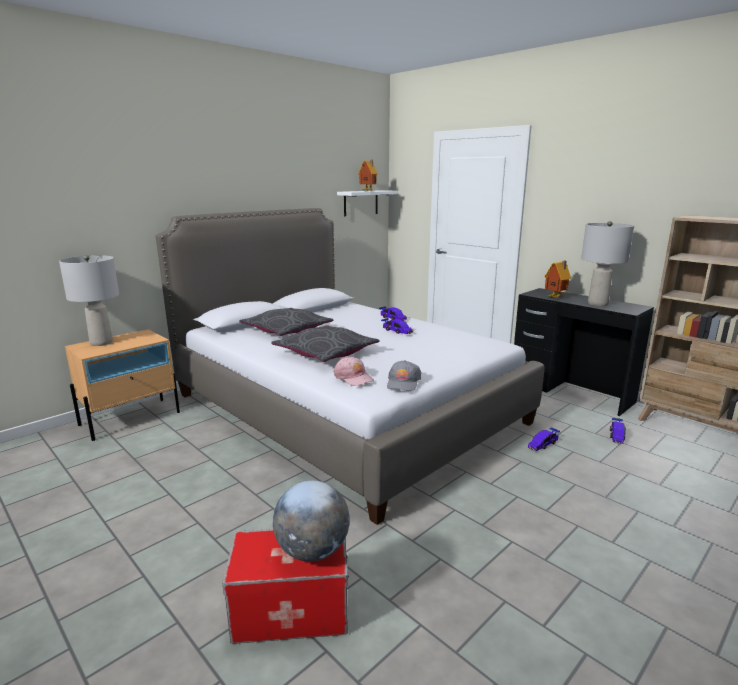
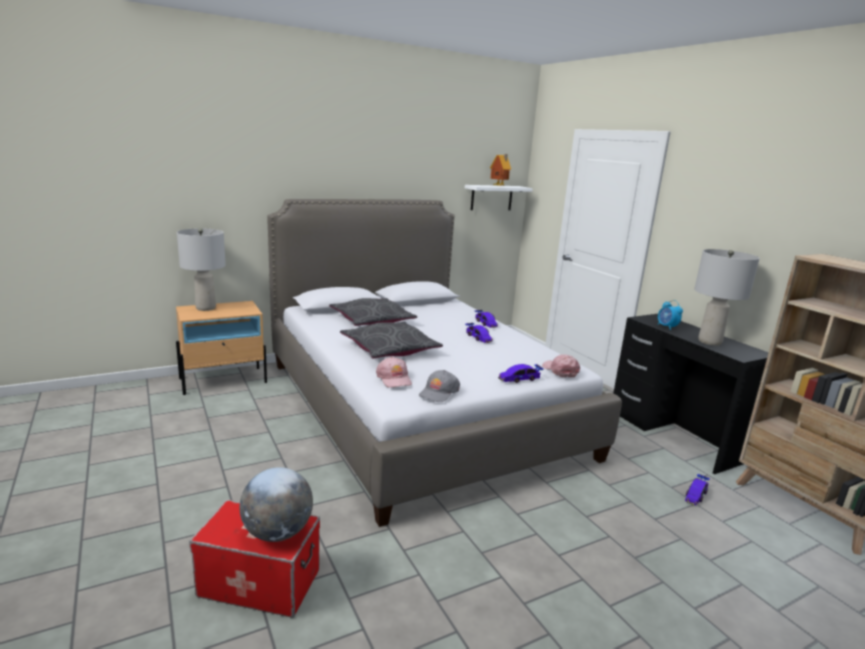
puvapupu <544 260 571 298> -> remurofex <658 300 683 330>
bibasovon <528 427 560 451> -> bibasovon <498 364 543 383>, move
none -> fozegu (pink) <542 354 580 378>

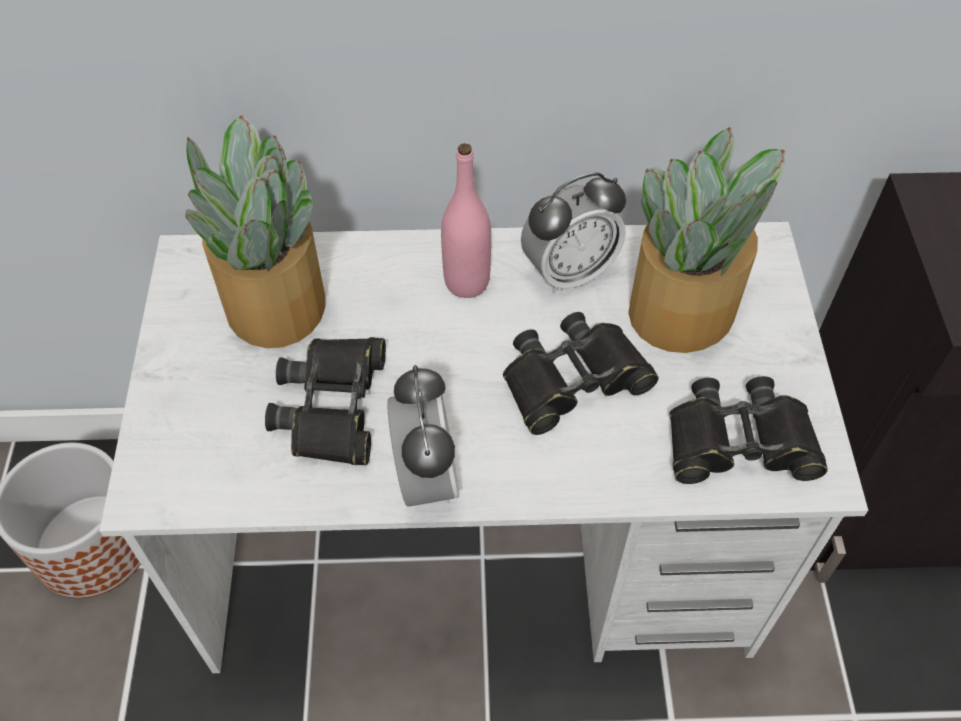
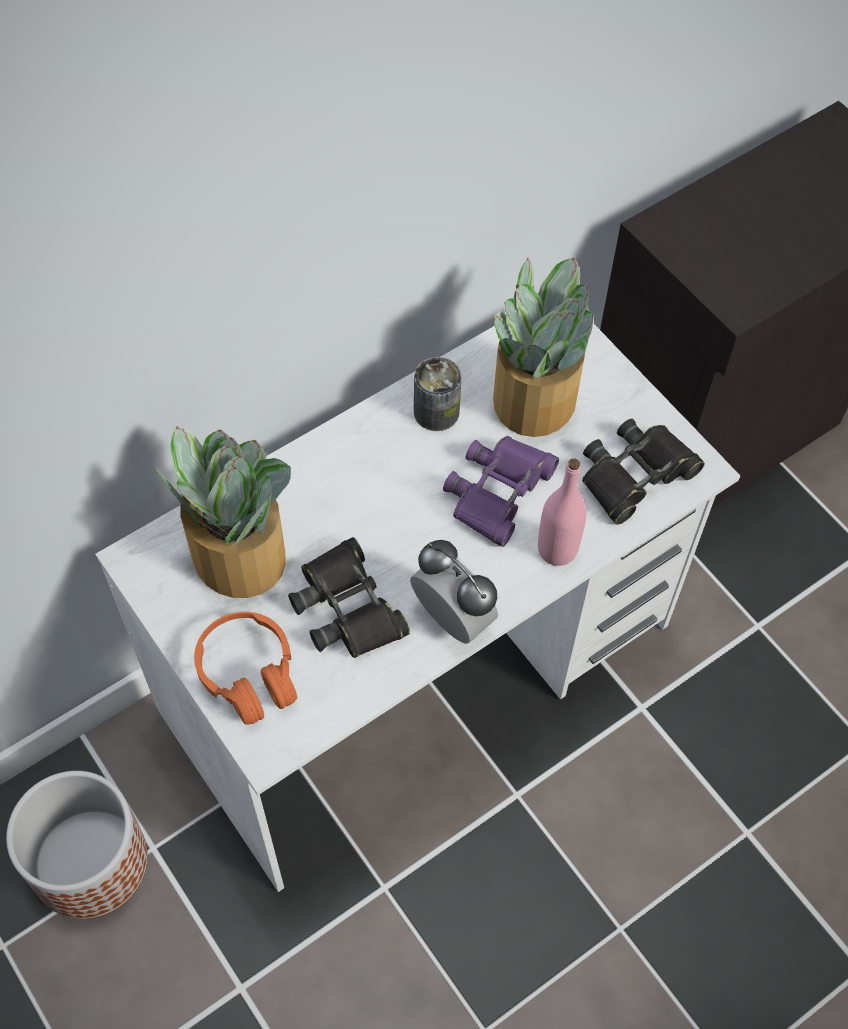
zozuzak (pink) <441 143 491 298> -> zozuzak (pink) <538 458 586 566>, move
remurofex <521 172 626 294> -> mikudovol <414 357 462 431>
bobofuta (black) <503 312 659 435> -> bobofuta (purple) <443 436 559 547>
none -> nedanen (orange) <194 612 297 725>

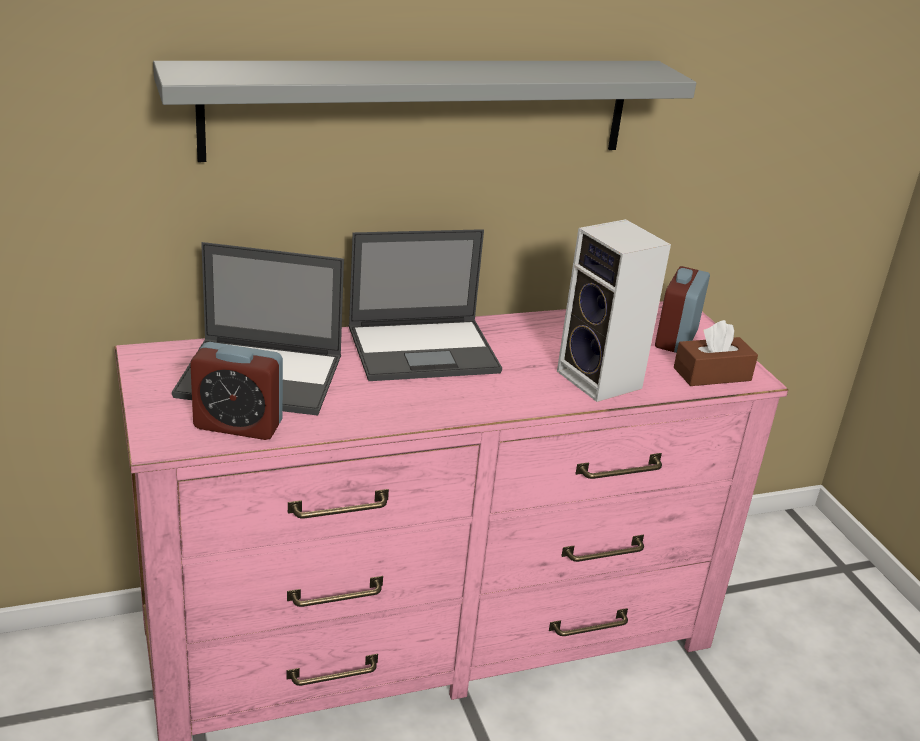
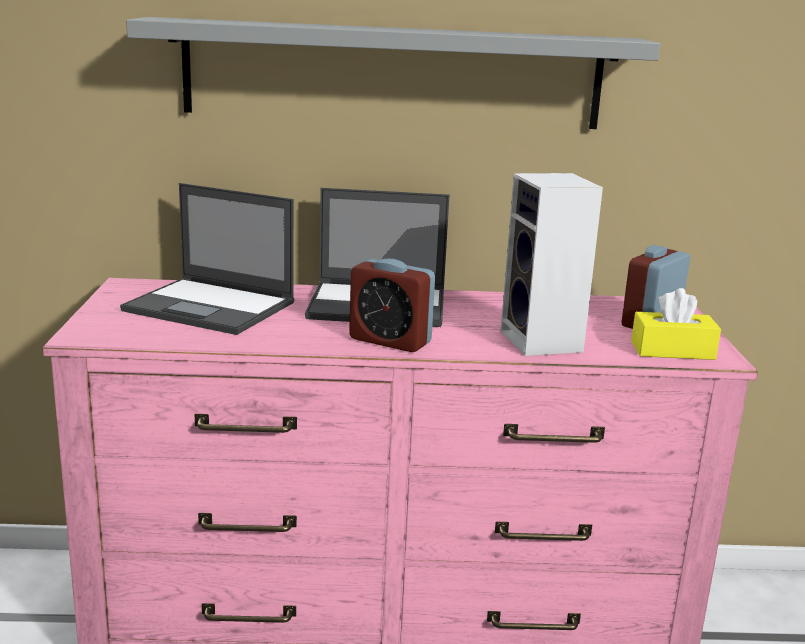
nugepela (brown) <673 320 758 386> -> nugepela (yellow) <631 288 721 360>
remurofex <190 342 283 440> -> remurofex <349 259 435 352>, move

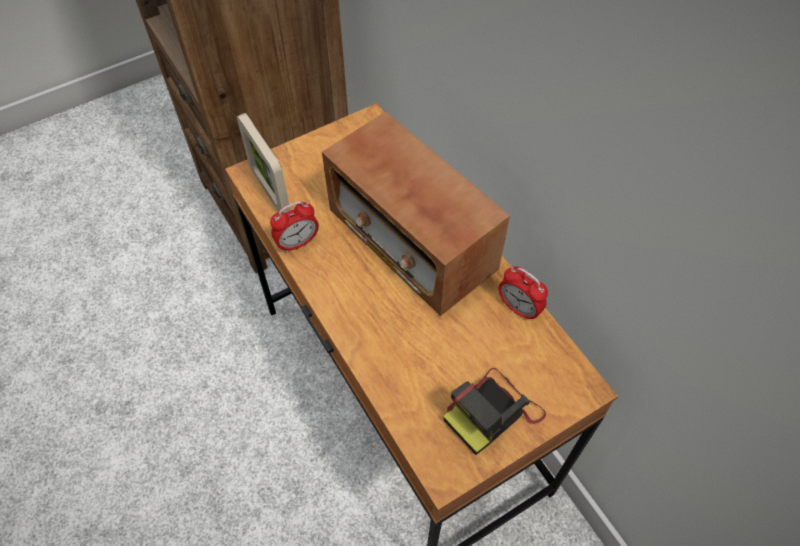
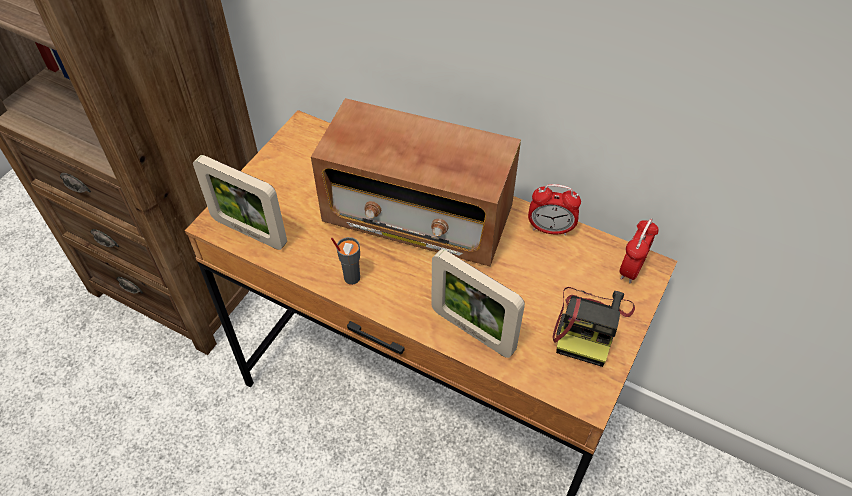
remurofex <270 201 319 253> -> remurofex <619 218 659 283>, move
none -> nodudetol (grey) <331 237 360 285>
none -> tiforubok <431 249 525 358>

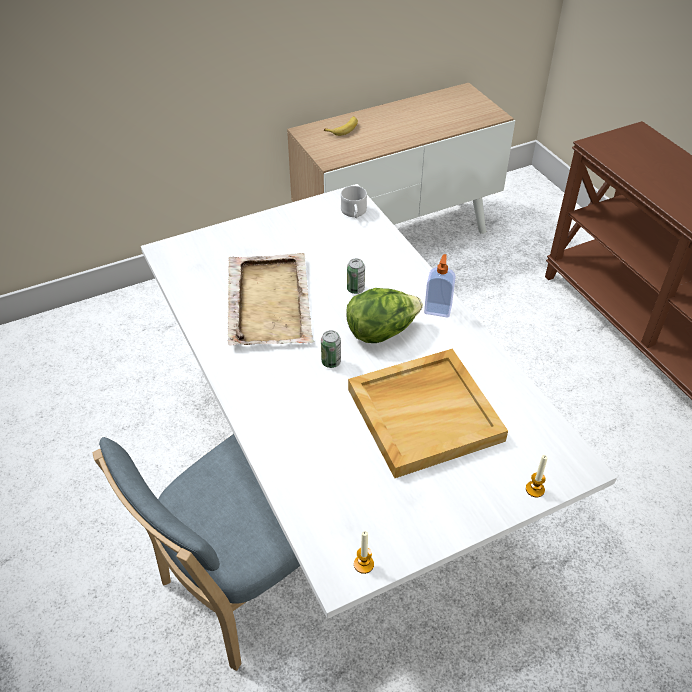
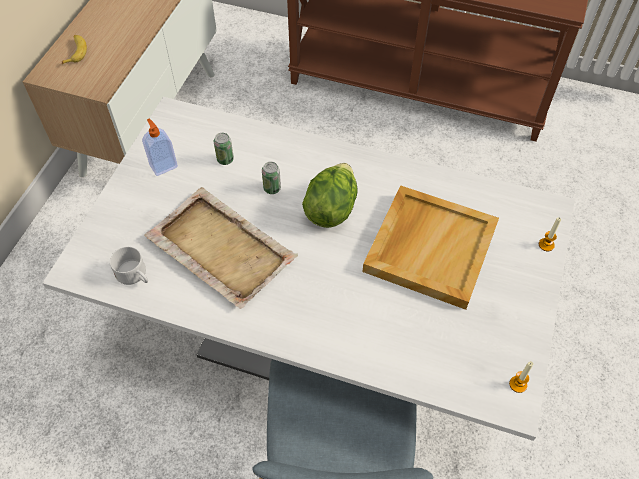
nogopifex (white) <341 186 367 218> -> nogopifex (white) <110 247 148 285>, move
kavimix <424 254 456 318> -> kavimix <142 119 178 176>, move
mikudovol <321 330 341 368> -> mikudovol <214 133 234 165>, move

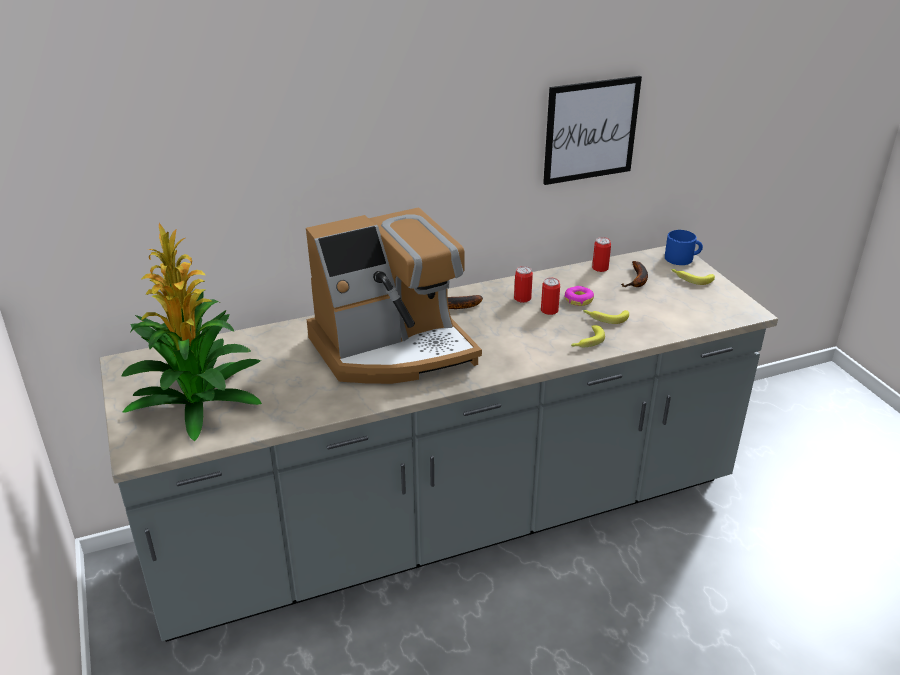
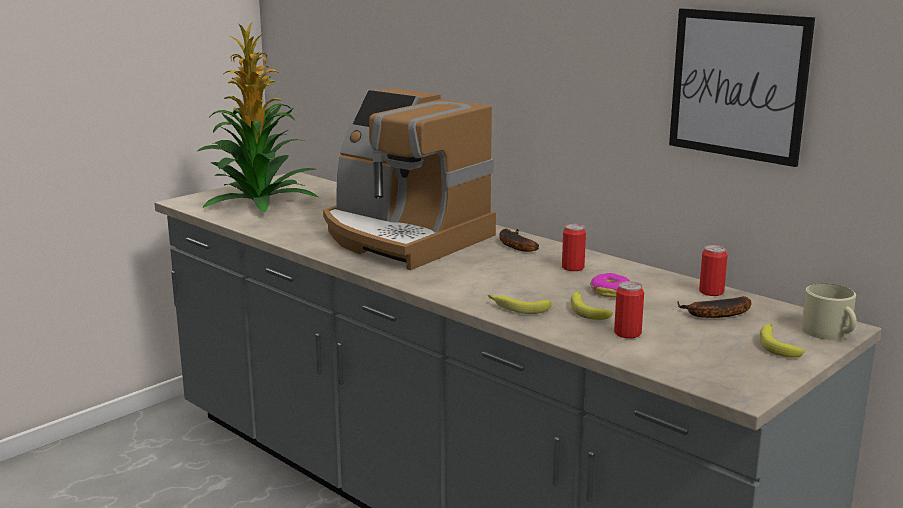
nogopifex (blue) <665 230 703 265> -> nogopifex (beige) <802 283 857 340>
mikudovol <541 278 560 315> -> mikudovol <614 281 644 338>, move

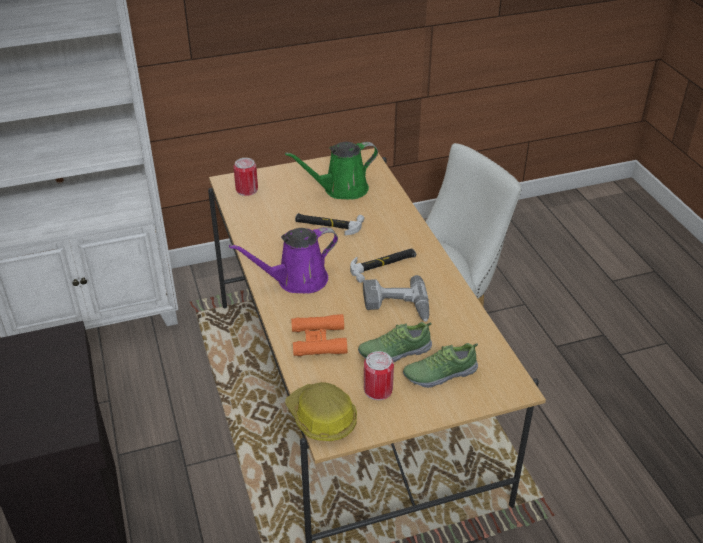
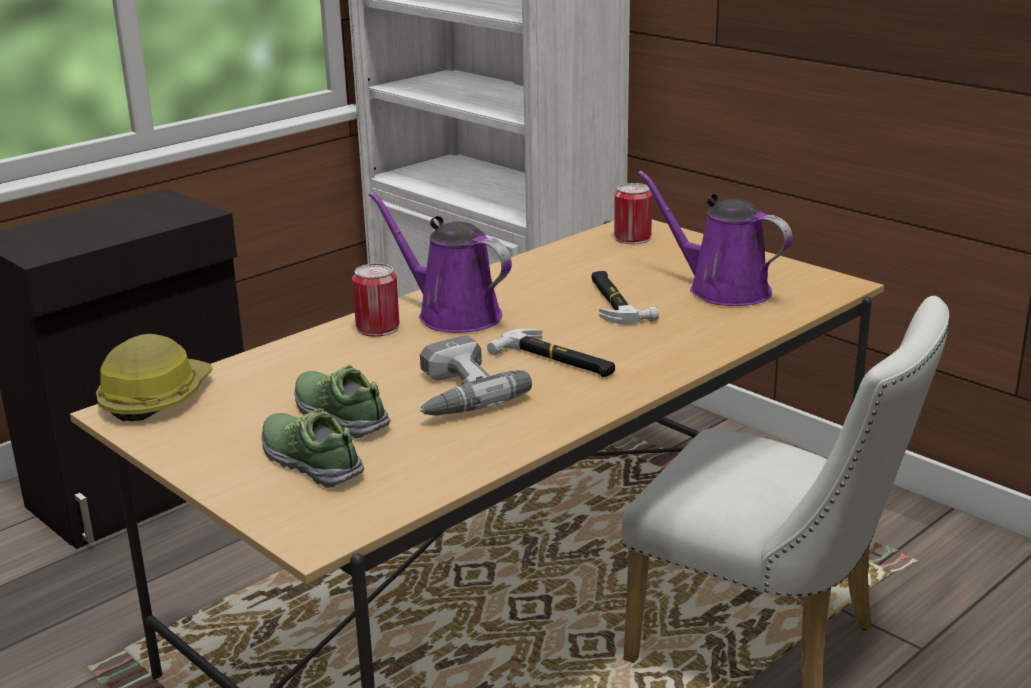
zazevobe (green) <285 142 378 200> -> zazevobe (purple) <638 171 793 306>
bobofuta (orange) <291 314 347 356> -> none
mikudovol <364 351 394 400> -> mikudovol <352 263 400 337>, move

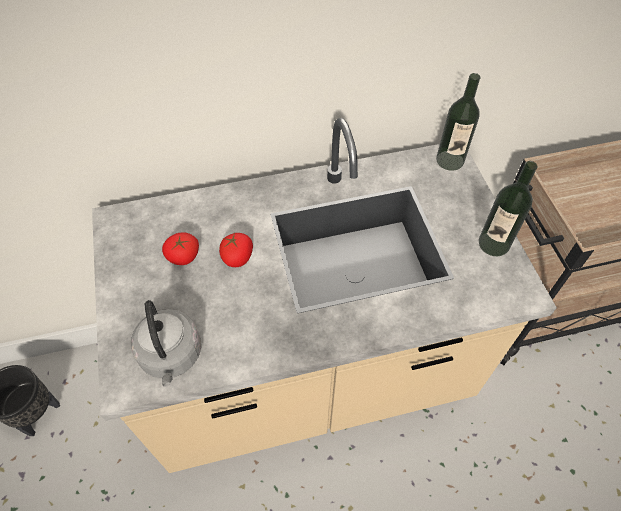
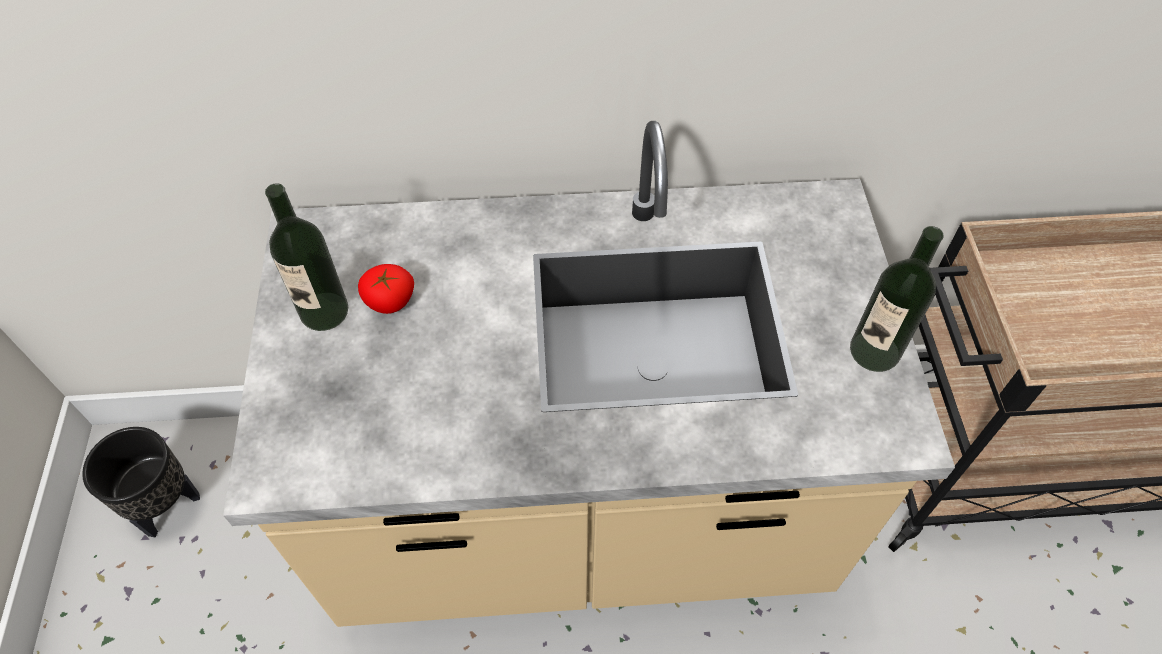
zozuzak <436 73 481 171> -> zozuzak <265 183 348 331>, move
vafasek <219 233 253 267> -> none
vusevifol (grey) <131 300 201 387> -> none

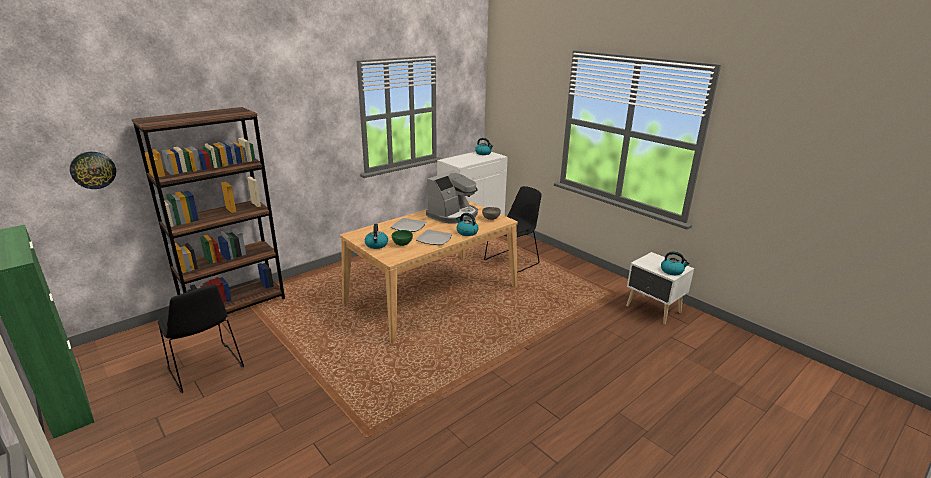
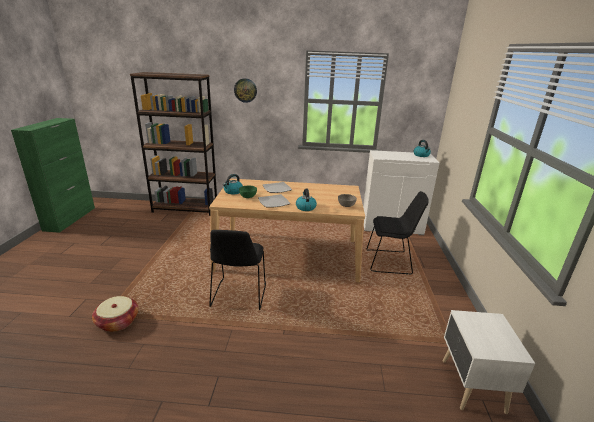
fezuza <70 152 116 189> -> fezuza <234 78 257 103>, move
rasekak <426 170 478 224> -> none
vusevifol <661 251 690 275> -> none
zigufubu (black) <158 284 244 393> -> zigufubu (black) <209 230 266 310>, move
none -> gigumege <92 296 139 332>

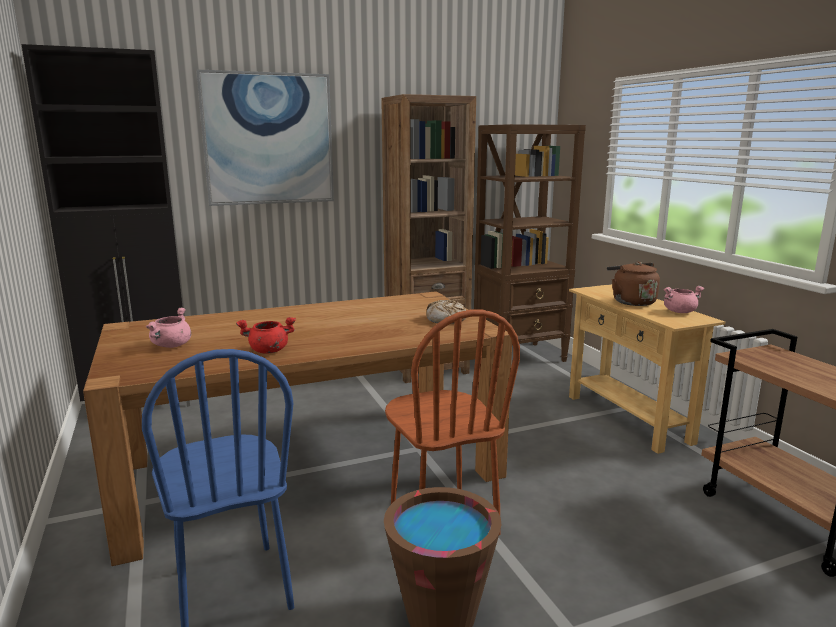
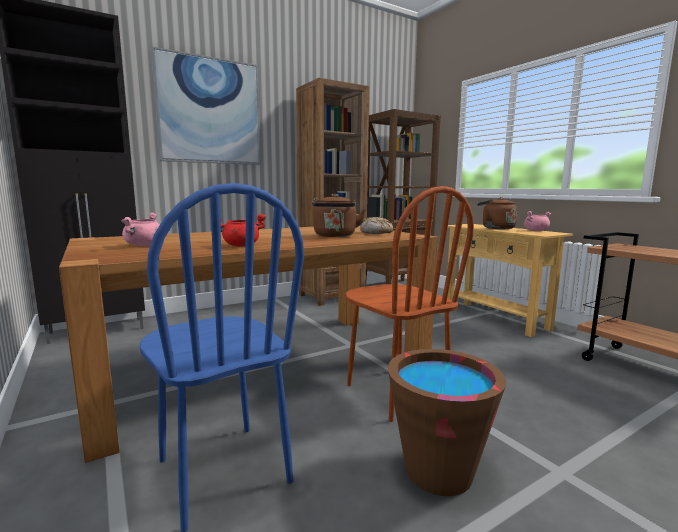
none -> vusevifol (brown) <312 194 366 237>

